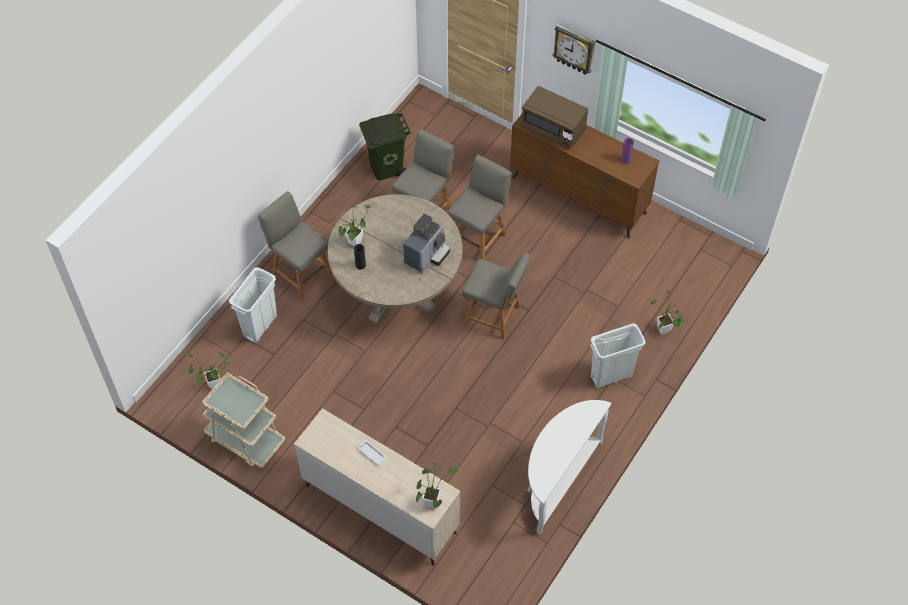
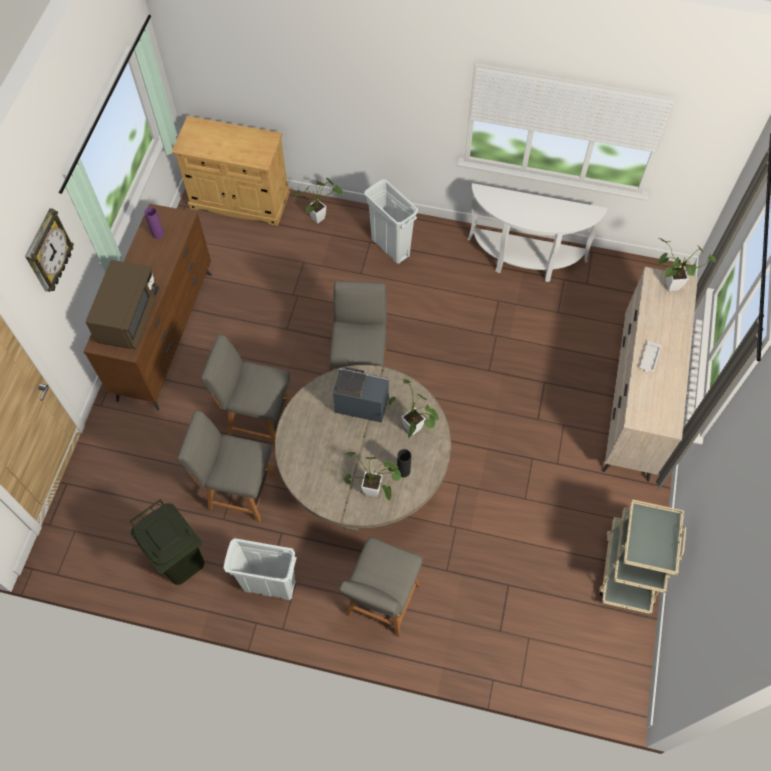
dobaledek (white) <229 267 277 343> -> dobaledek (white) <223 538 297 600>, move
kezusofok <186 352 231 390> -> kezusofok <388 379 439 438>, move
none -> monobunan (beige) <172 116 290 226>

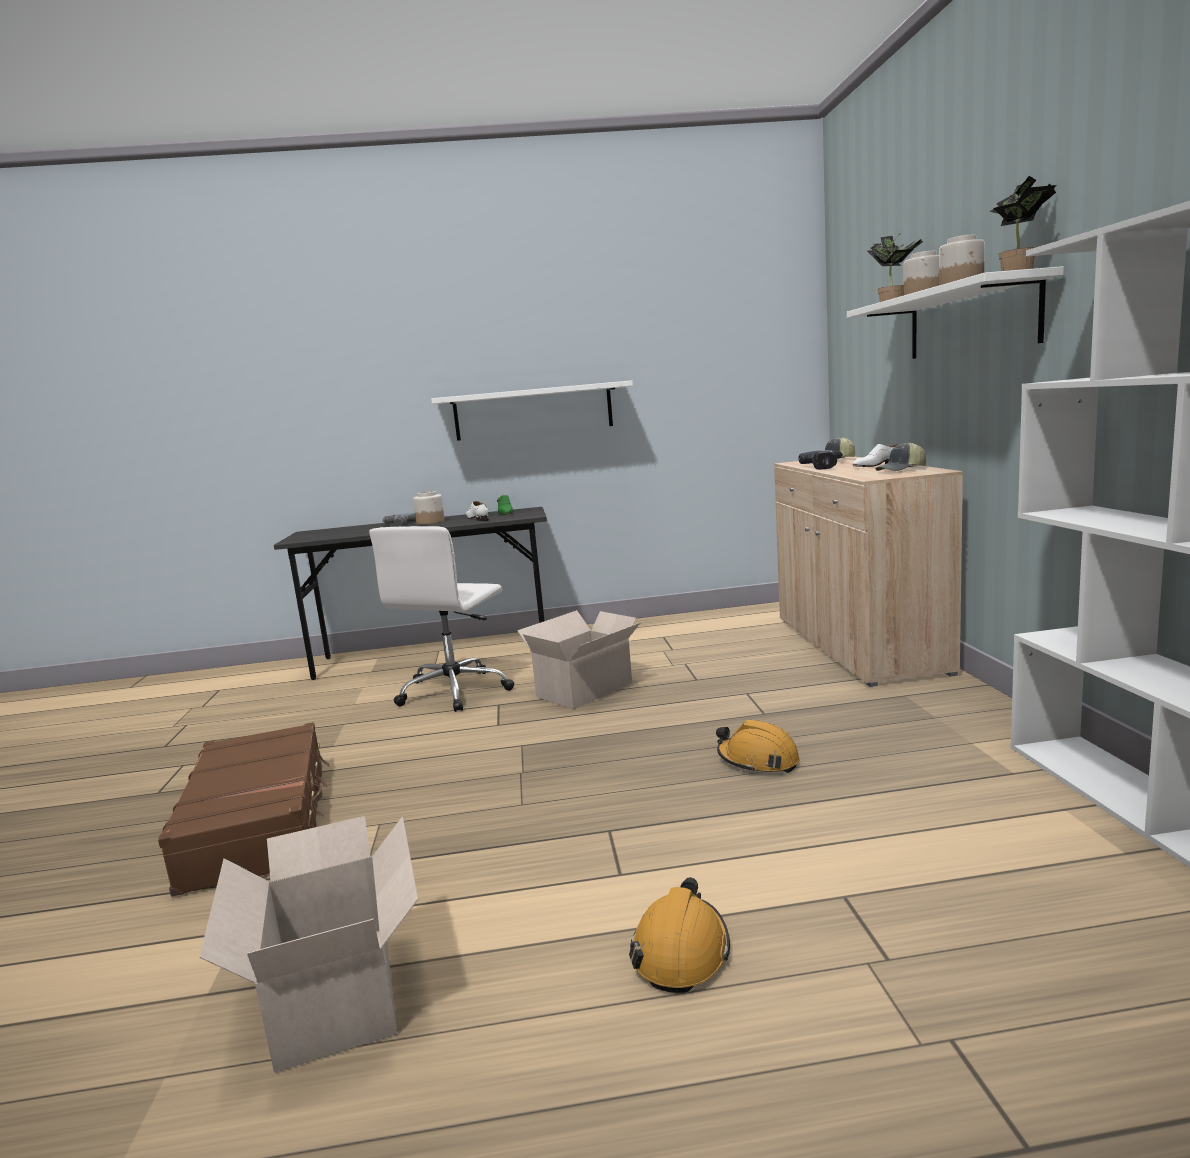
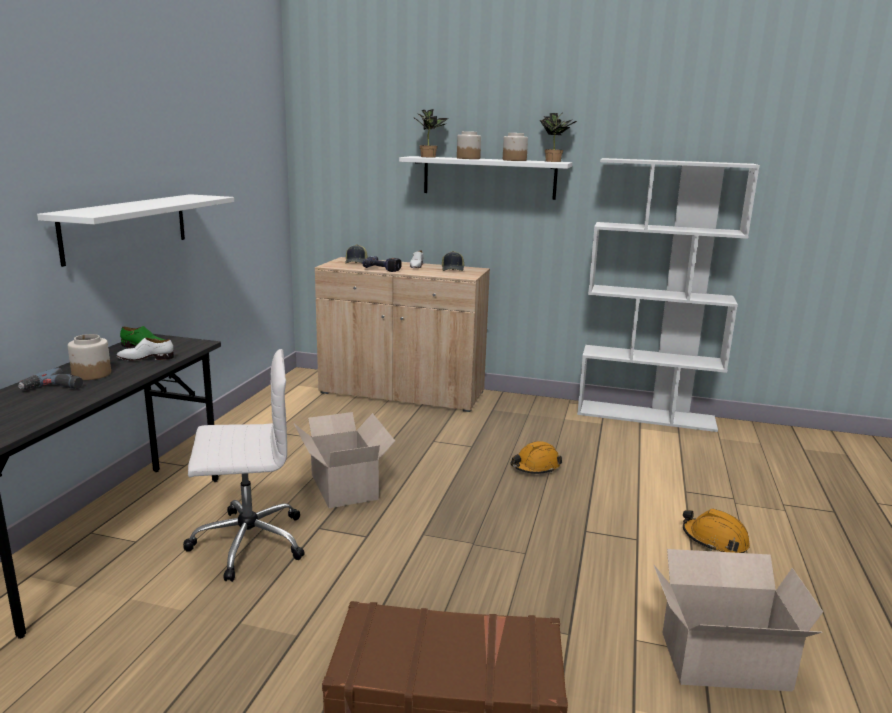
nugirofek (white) <369 526 514 712> -> nugirofek (white) <183 349 305 582>, 60 degrees counterclockwise

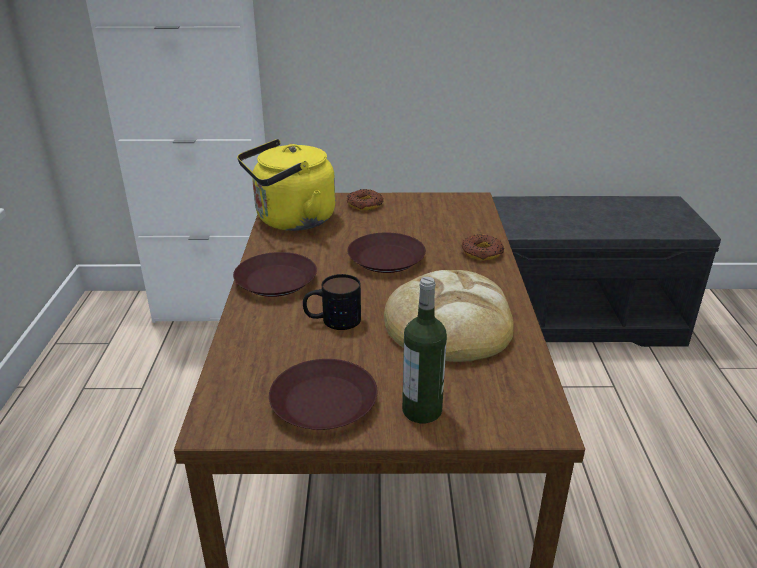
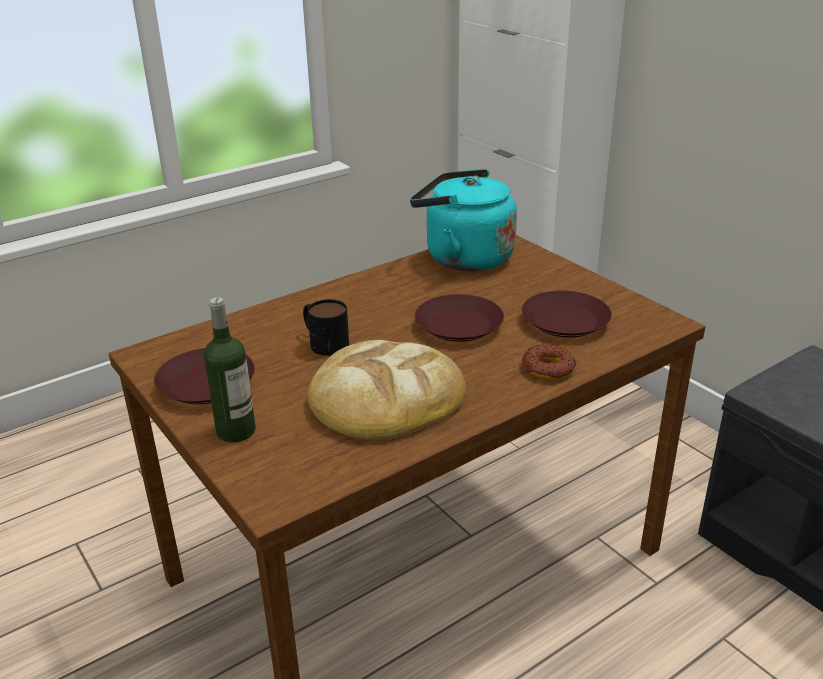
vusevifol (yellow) <237 139 335 231> -> vusevifol (turquoise) <410 169 517 271>
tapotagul <347 189 383 210> -> none
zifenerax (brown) <233 252 317 297> -> zifenerax (brown) <522 291 612 338>, move

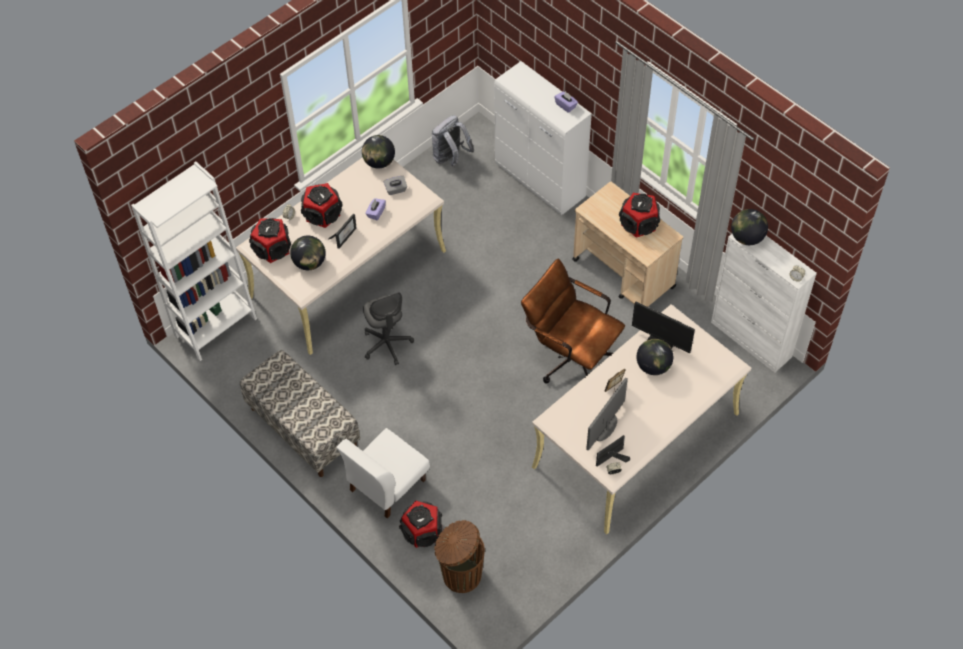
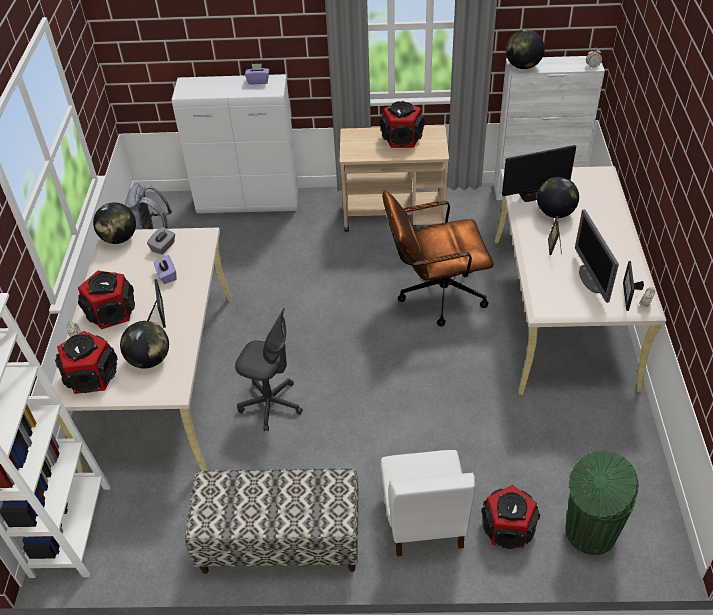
dobaledek (brown) <434 520 485 593> -> dobaledek (green) <566 450 638 555>

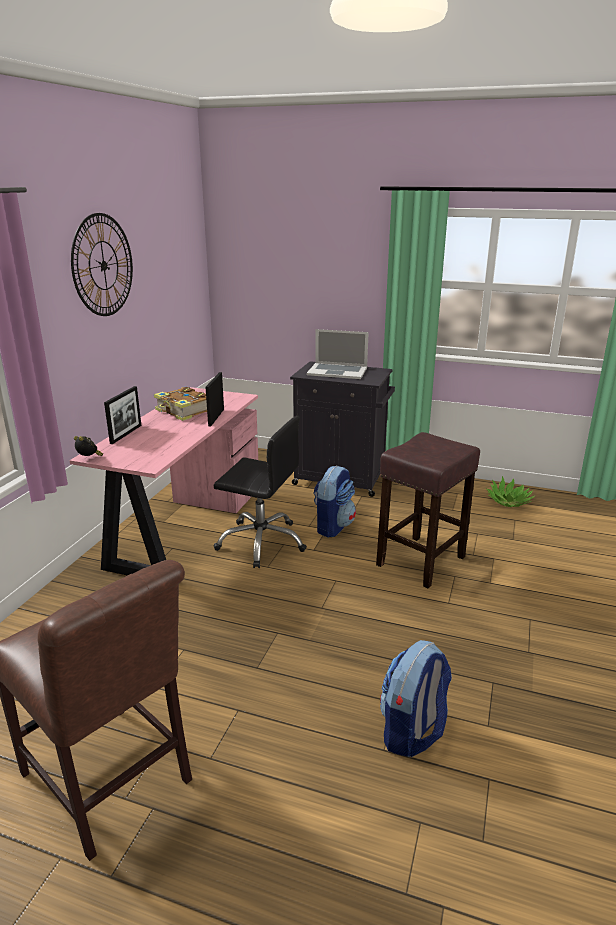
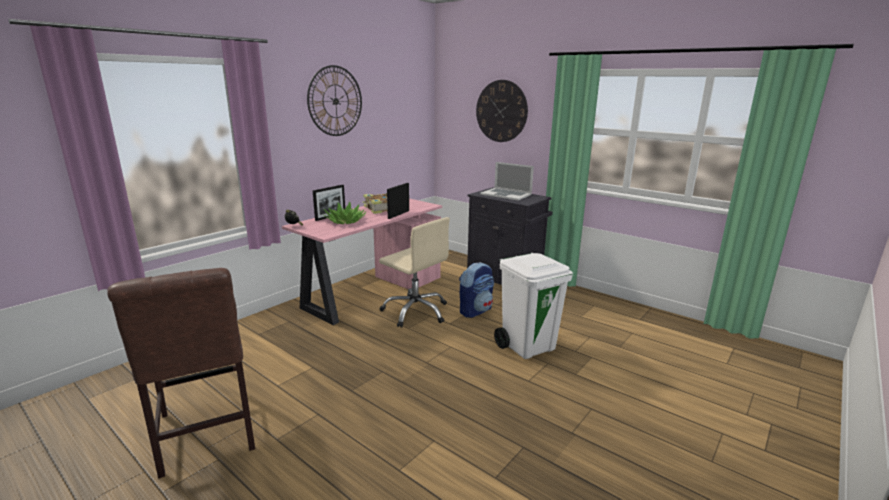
nugirofek (black) <214 416 307 568> -> nugirofek (beige) <379 217 450 328>
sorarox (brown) <376 432 480 588> -> dobaledek (white) <494 253 573 359>
kezusofok <486 476 536 507> -> kezusofok <324 201 366 224>, move
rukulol <380 640 452 757> -> none
none -> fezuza <476 80 528 142>

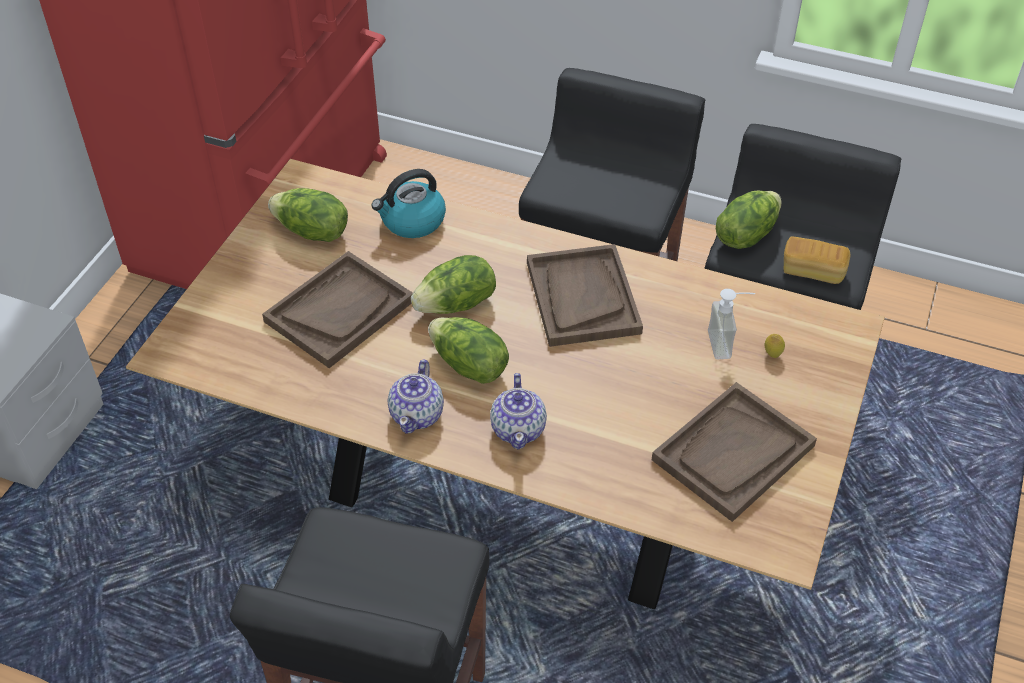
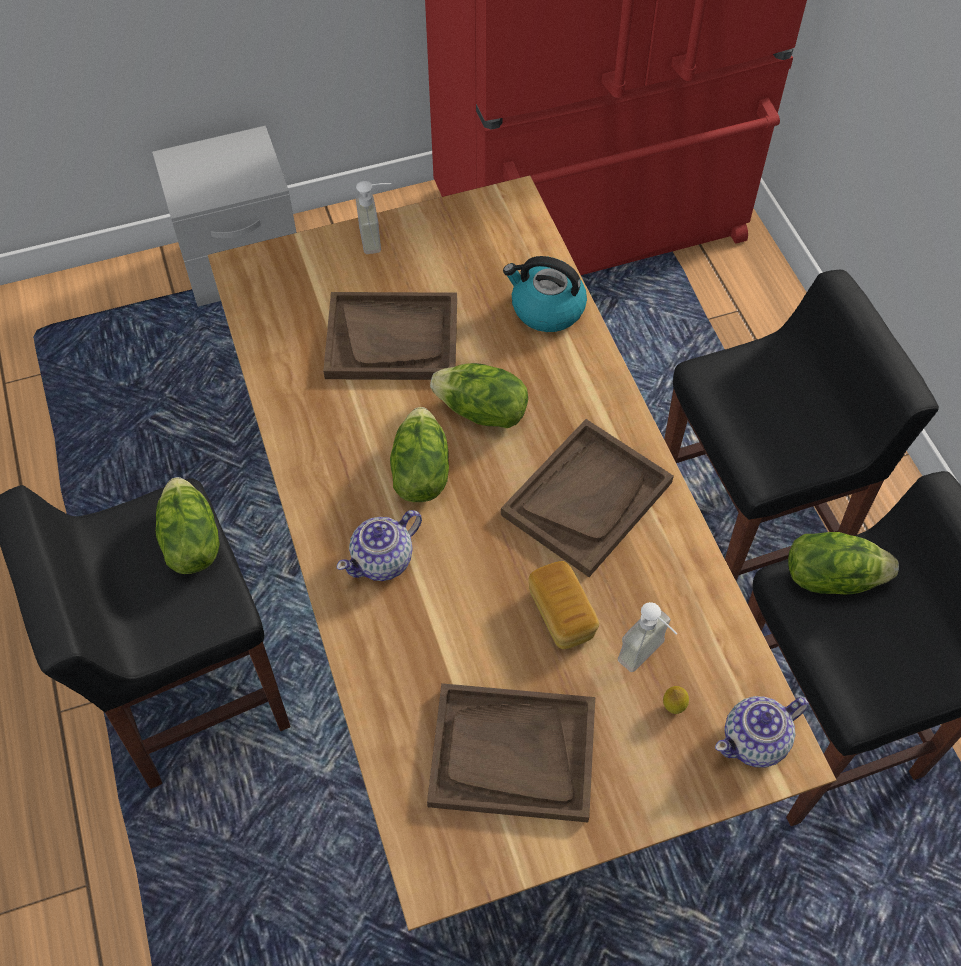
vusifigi <268 188 348 242> -> vusifigi <156 477 220 574>, move
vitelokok <784 237 850 284> -> vitelokok <528 561 599 649>, move
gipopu <388 359 444 434> -> gipopu <715 696 809 767>, move
none -> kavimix <356 181 391 254>

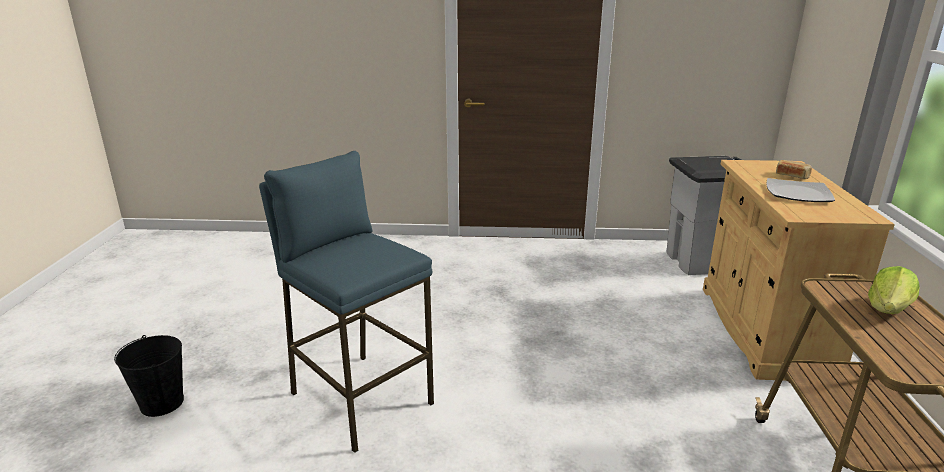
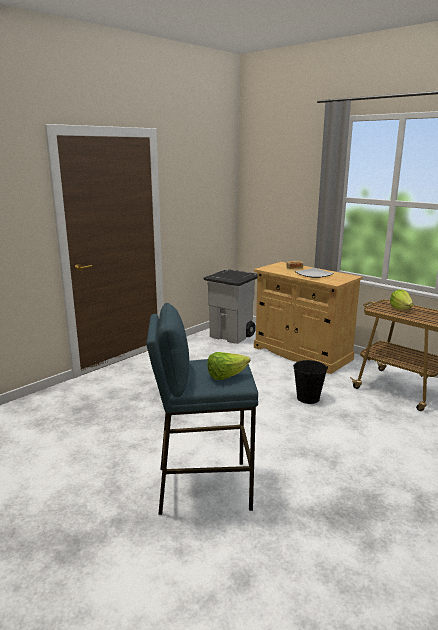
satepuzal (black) <114 335 184 417> -> satepuzal (black) <293 360 328 404>, move
none -> vusifigi <207 352 250 380>

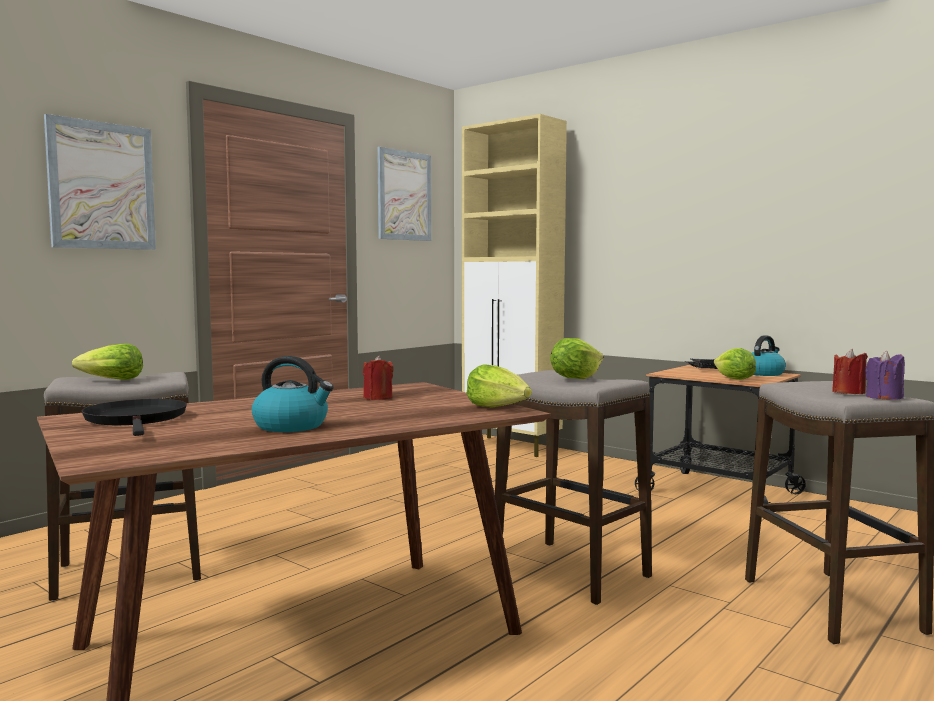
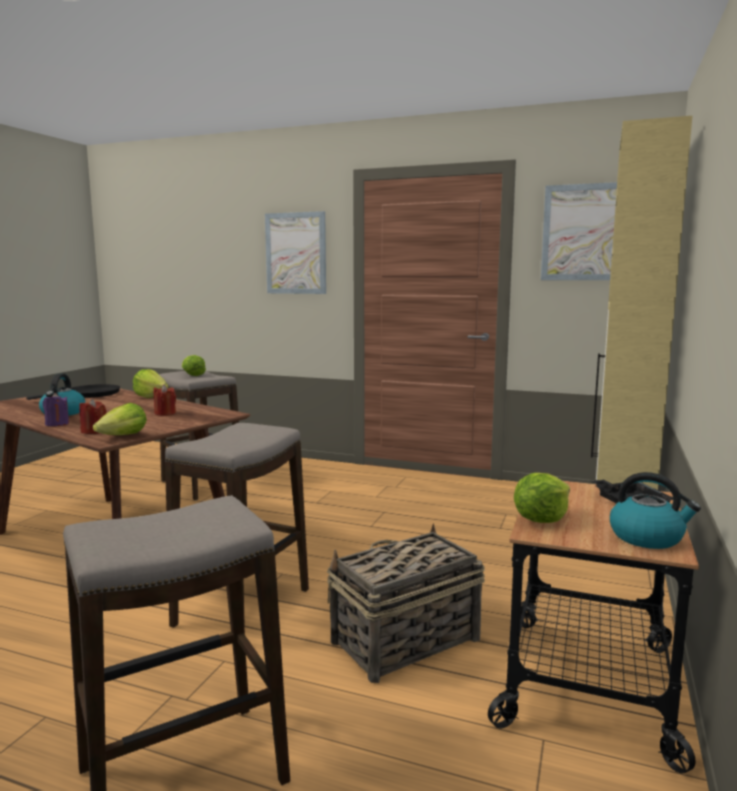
vusifigi <550 338 603 379> -> vusifigi <133 369 168 398>, move
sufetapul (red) <832 349 868 394> -> sufetapul (red) <79 399 107 434>, move
sufetapul (purple) <865 351 905 400> -> sufetapul (purple) <43 393 69 426>, move
none -> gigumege <327 523 485 683>

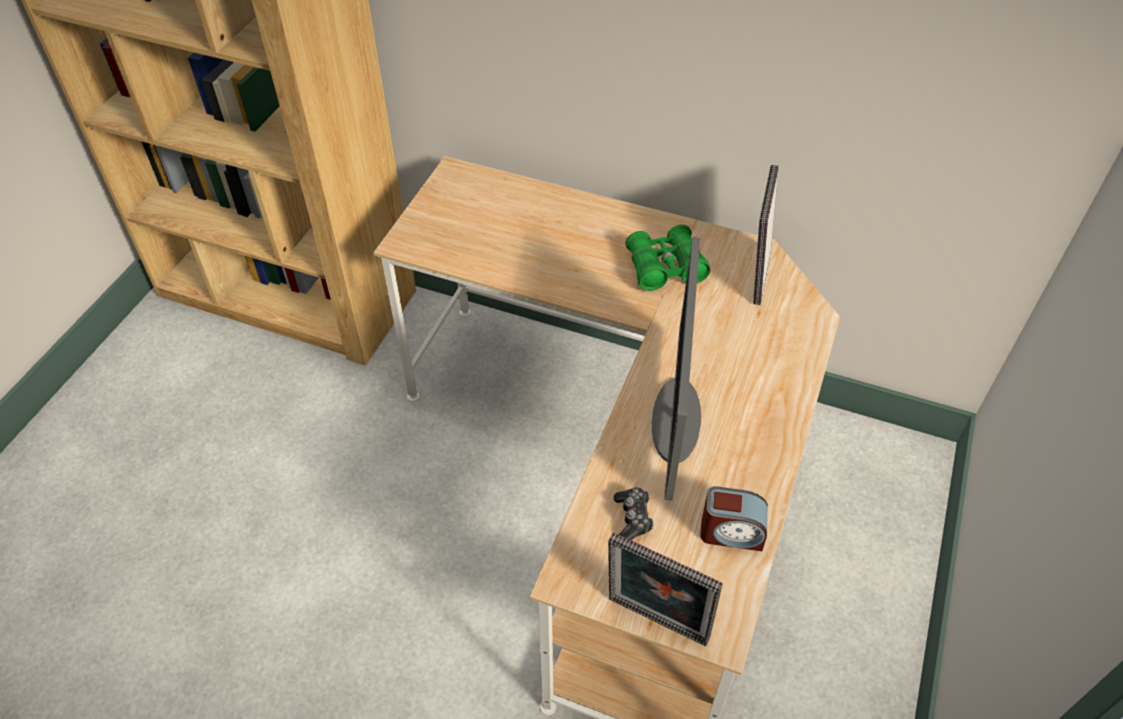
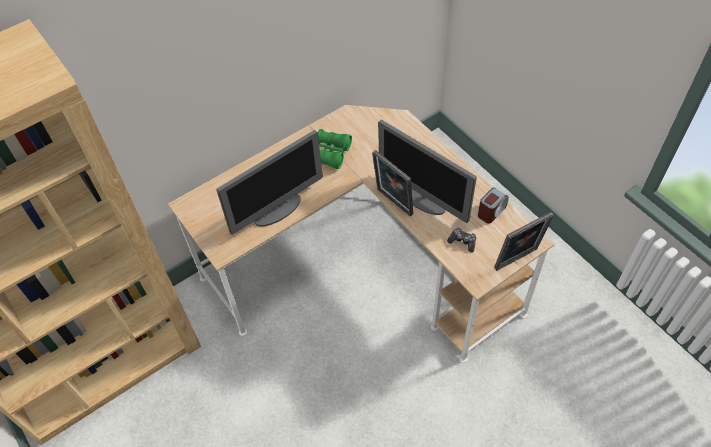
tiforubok <753 165 779 305> -> tiforubok <372 150 413 217>, move
none -> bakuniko <216 130 323 235>

